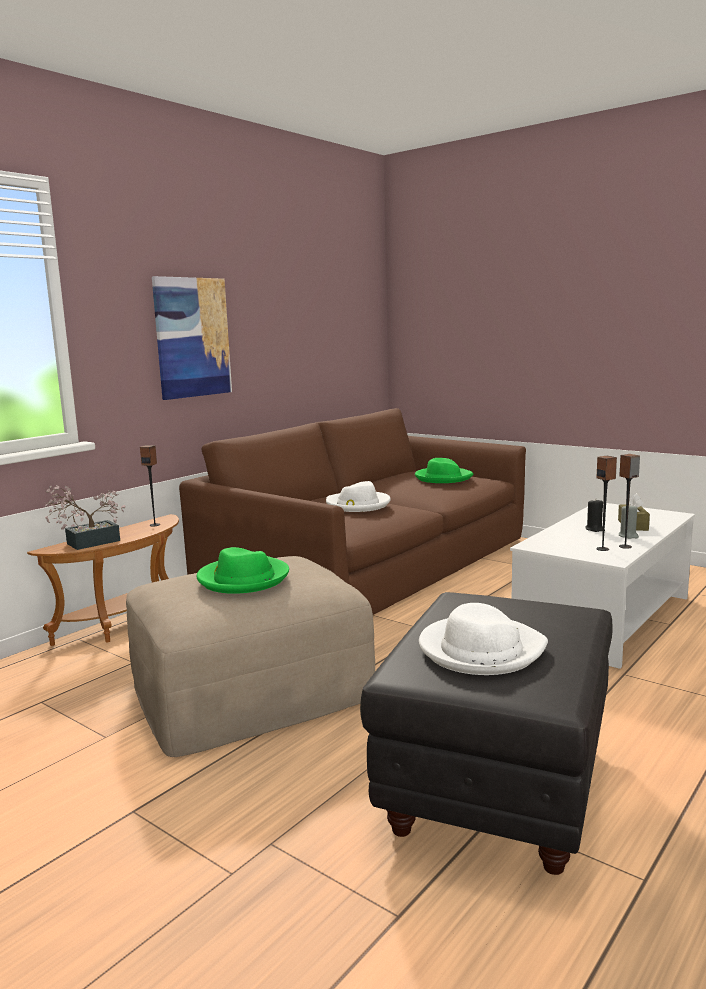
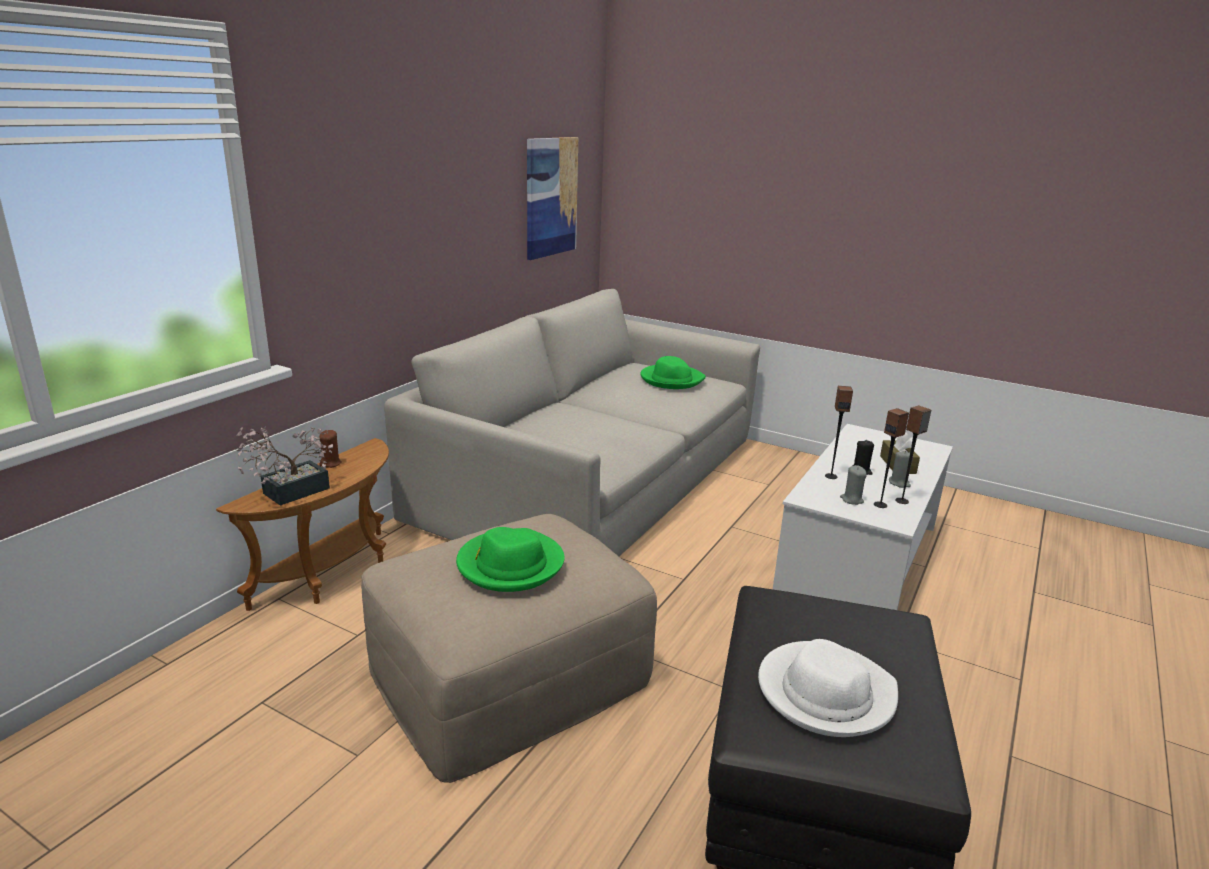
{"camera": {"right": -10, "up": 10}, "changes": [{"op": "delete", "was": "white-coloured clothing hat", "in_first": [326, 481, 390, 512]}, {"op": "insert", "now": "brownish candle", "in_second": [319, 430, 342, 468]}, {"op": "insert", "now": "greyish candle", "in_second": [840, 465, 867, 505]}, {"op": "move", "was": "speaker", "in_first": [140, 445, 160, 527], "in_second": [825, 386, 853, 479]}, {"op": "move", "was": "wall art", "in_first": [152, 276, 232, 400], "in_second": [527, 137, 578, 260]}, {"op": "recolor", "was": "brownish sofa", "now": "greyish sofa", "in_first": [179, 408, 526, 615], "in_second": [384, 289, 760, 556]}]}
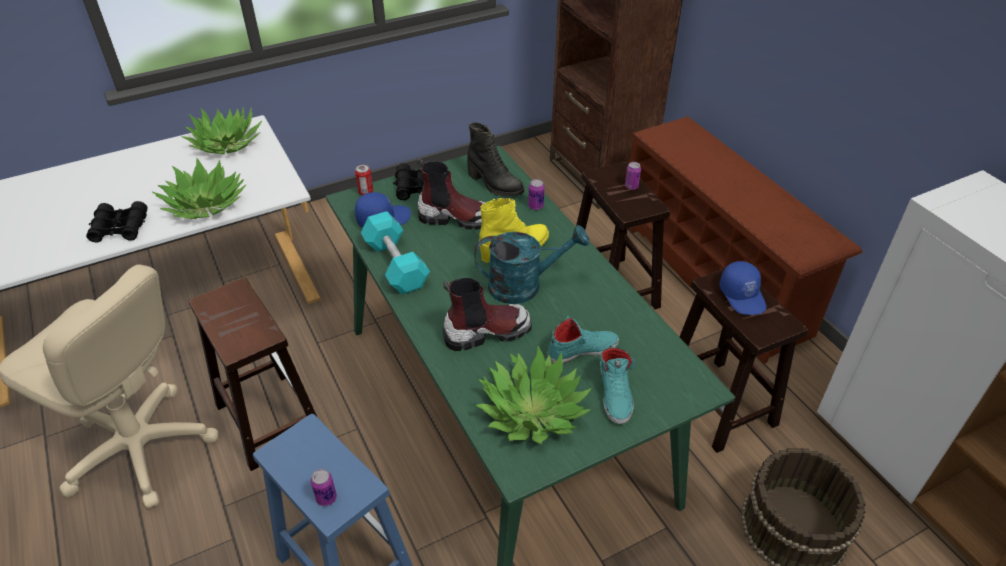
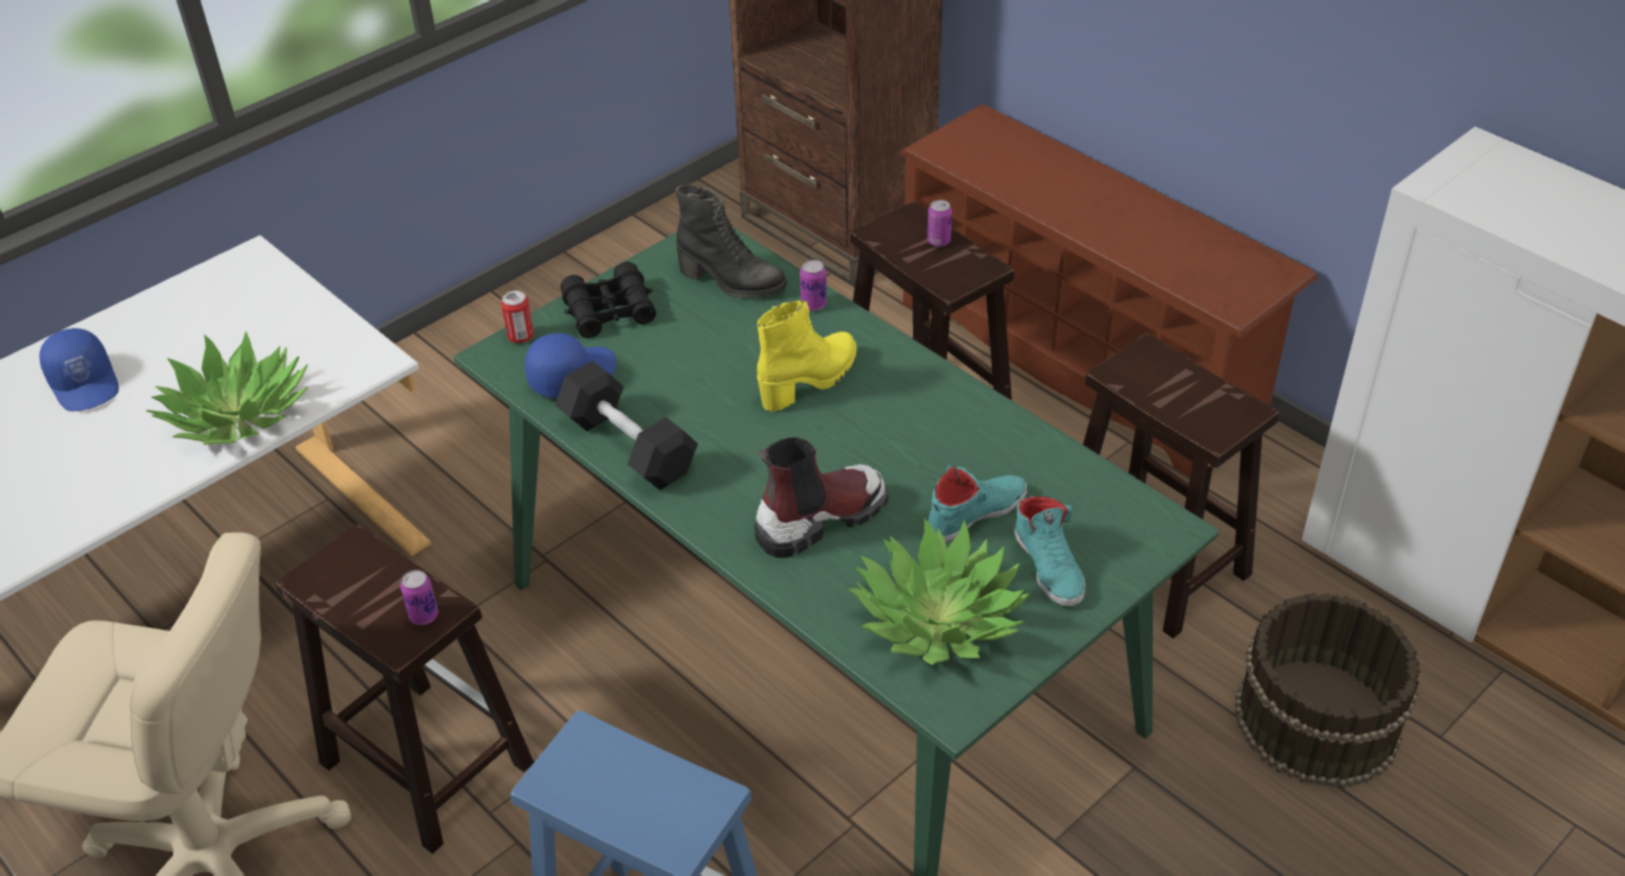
{"camera": {"right": -15, "up": 0}, "changes": [{"op": "delete", "was": "black binoculars", "in_first": [86, 201, 147, 243]}, {"op": "delete", "was": "potted plant", "in_first": [181, 107, 262, 154]}, {"op": "delete", "was": "high-top boot", "in_first": [416, 158, 486, 230]}, {"op": "delete", "was": "turquoise sprinkling can", "in_first": [474, 225, 589, 304]}, {"op": "move", "was": "sealed can", "in_first": [311, 469, 337, 506], "in_second": [400, 570, 438, 625]}, {"op": "move", "was": "bluish cap", "in_first": [720, 261, 767, 315], "in_second": [39, 328, 119, 412]}, {"op": "recolor", "was": "turquoise dumbbell", "now": "black dumbbell", "in_first": [361, 211, 430, 294], "in_second": [555, 361, 698, 490]}]}
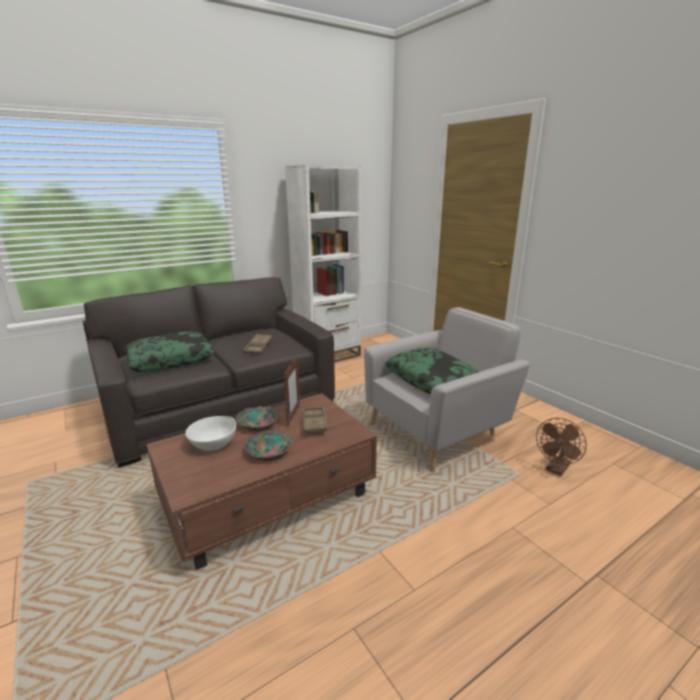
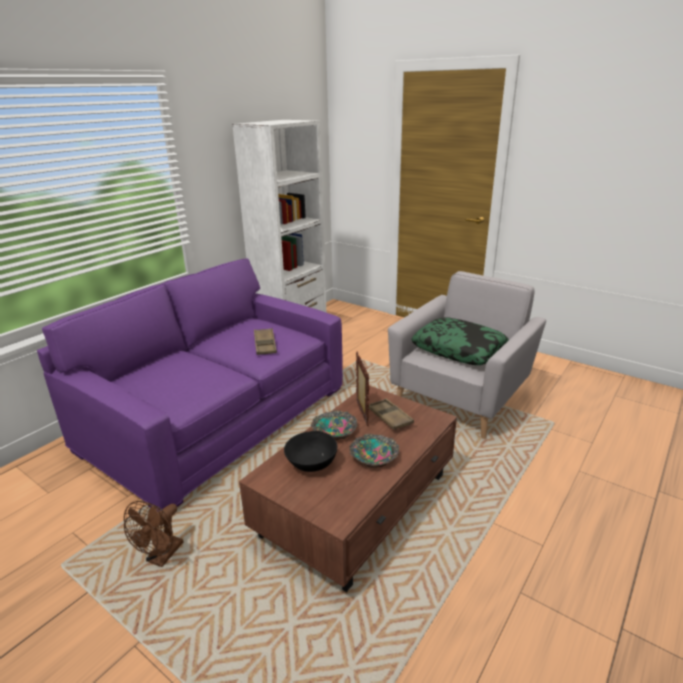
{"camera": {"right": -20, "up": 5}, "changes": [{"op": "delete", "was": "cushion", "in_first": [124, 331, 214, 372]}, {"op": "move", "was": "brownish electric fan", "in_first": [536, 418, 587, 476], "in_second": [124, 501, 183, 567]}, {"op": "recolor", "was": "greyish sofa", "now": "purplish sofa", "in_first": [83, 277, 335, 467], "in_second": [37, 258, 343, 512]}, {"op": "recolor", "was": "white-coloured deep dish", "now": "black deep dish", "in_first": [186, 416, 236, 450], "in_second": [284, 431, 337, 472]}]}
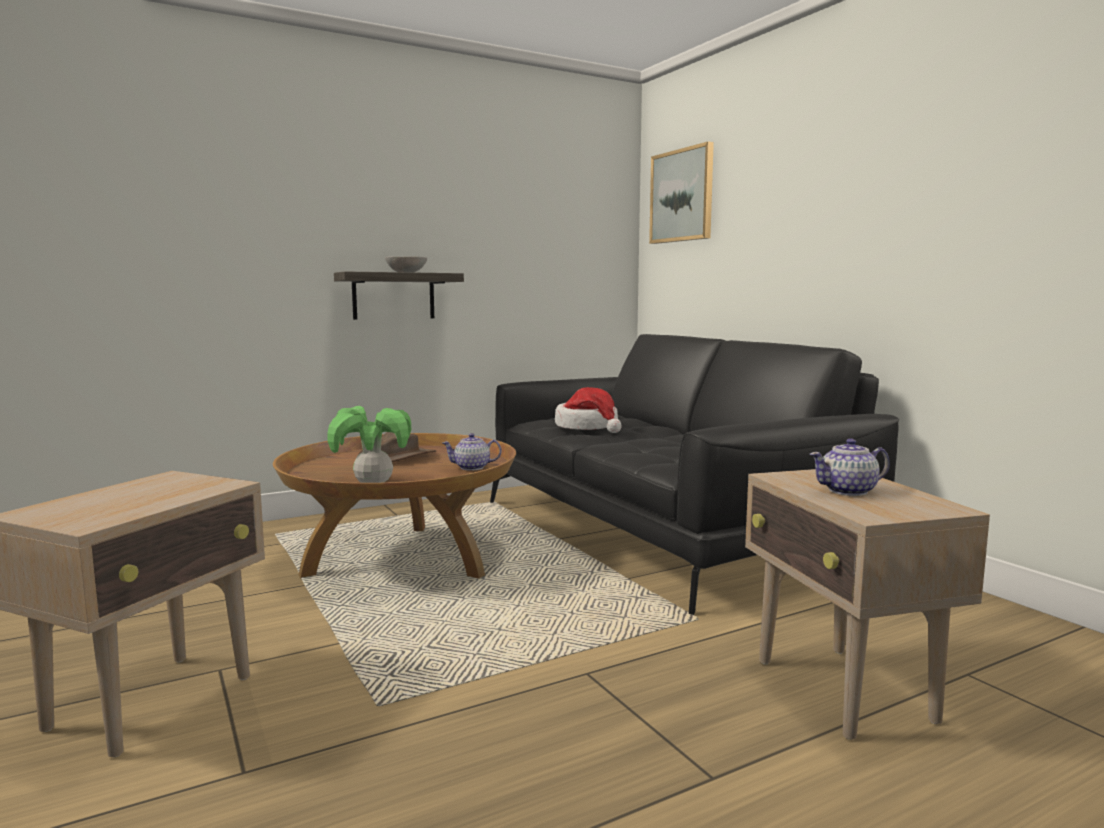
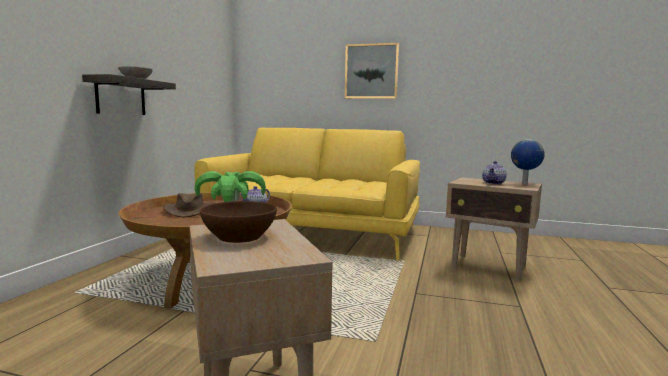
{"camera": {"right": -45, "up": 0}, "changes": [{"op": "delete", "was": "clothing hat", "in_first": [555, 387, 621, 433]}, {"op": "insert", "now": "brownish deep dish", "in_second": [200, 201, 277, 243]}, {"op": "insert", "now": "world globe", "in_second": [511, 139, 545, 184]}, {"op": "move", "was": "wall art", "in_first": [649, 141, 714, 244], "in_second": [345, 43, 399, 99]}, {"op": "recolor", "was": "black sofa", "now": "yellowish sofa", "in_first": [490, 334, 899, 615], "in_second": [194, 128, 420, 260]}]}
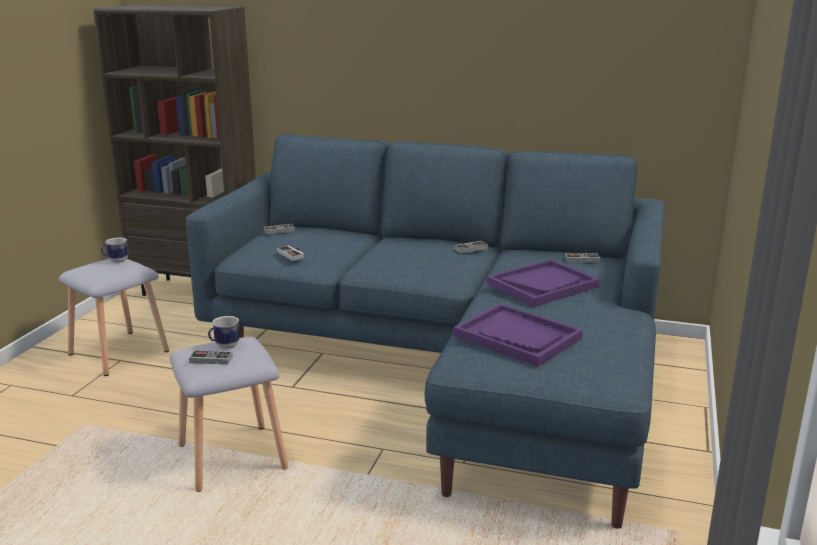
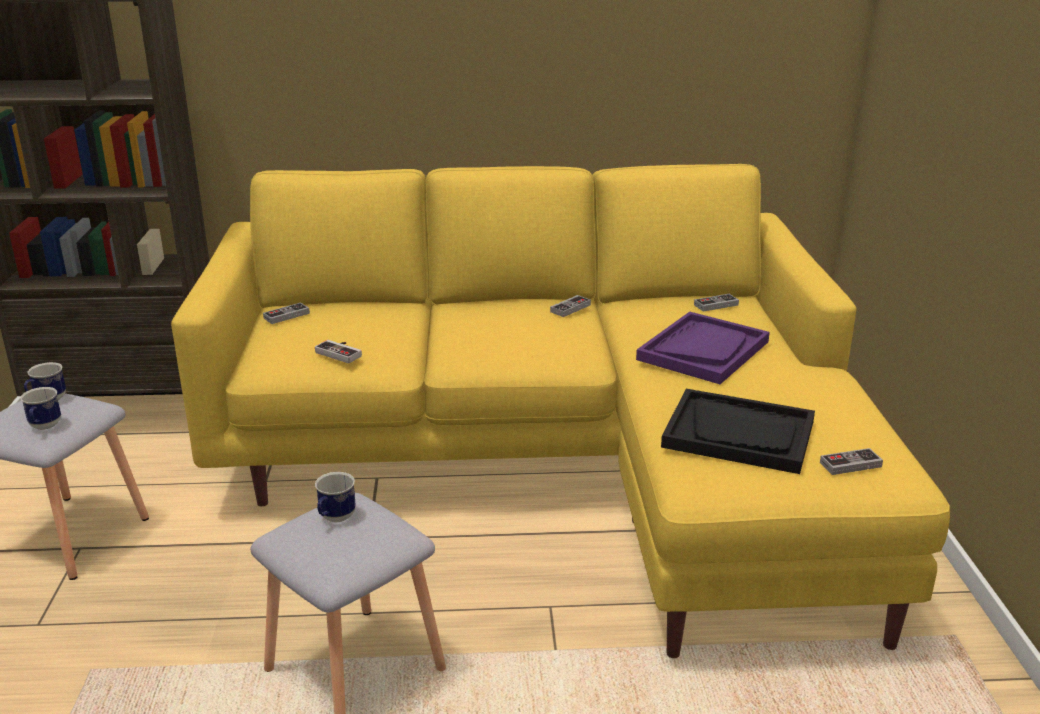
{"camera": {"right": -20, "up": 5}, "changes": [{"op": "insert", "now": "coffee mug", "in_second": [20, 387, 61, 430]}, {"op": "move", "was": "joypad", "in_first": [189, 350, 233, 365], "in_second": [820, 448, 883, 475]}, {"op": "recolor", "was": "bluish sofa", "now": "yellowish sofa", "in_first": [186, 134, 664, 529], "in_second": [171, 164, 950, 658]}, {"op": "recolor", "was": "purplish serving tray", "now": "black serving tray", "in_first": [453, 303, 583, 367], "in_second": [661, 389, 815, 474]}]}
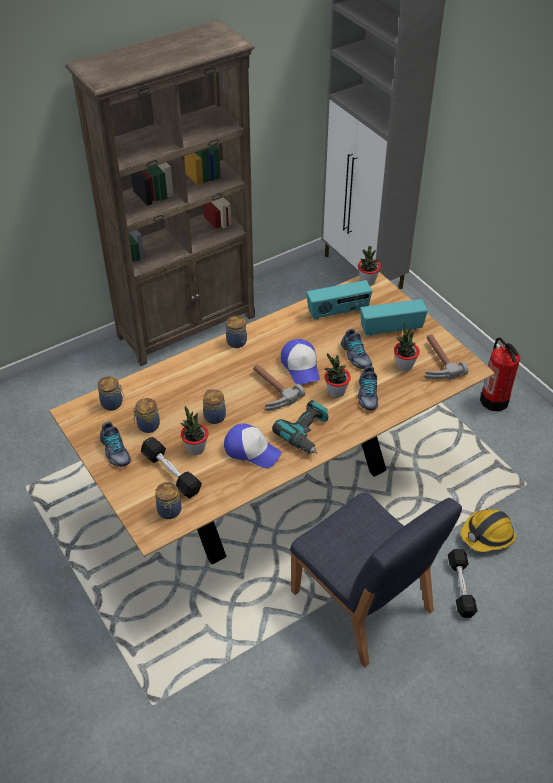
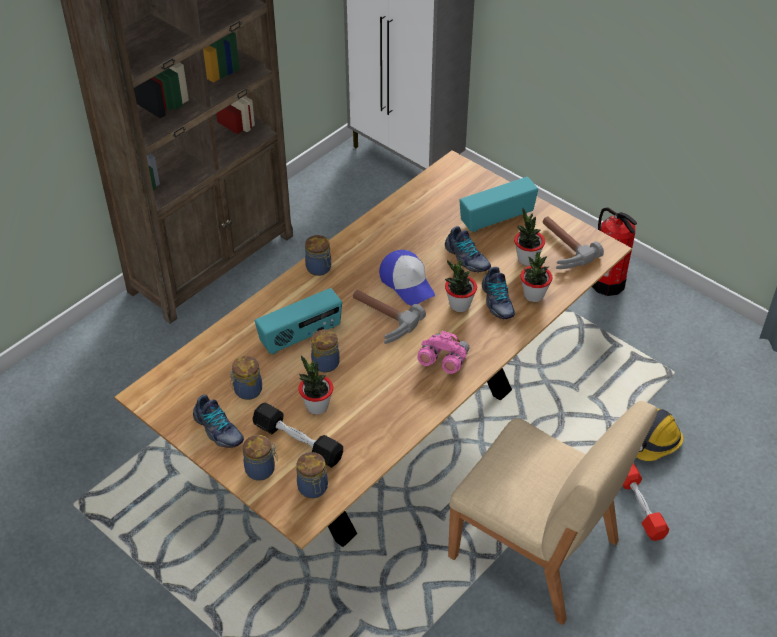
{"camera": {"right": -15, "up": 0}, "changes": [{"op": "delete", "was": "cap", "in_first": [224, 423, 282, 468]}, {"op": "move", "was": "storage jar", "in_first": [98, 376, 124, 410], "in_second": [243, 435, 278, 481]}, {"op": "move", "was": "radio", "in_first": [306, 280, 372, 320], "in_second": [255, 288, 342, 354]}, {"op": "move", "was": "potted plant", "in_first": [358, 246, 381, 286], "in_second": [521, 252, 552, 302]}, {"op": "replace", "was": "electric drill", "now": "pinkish binoculars", "in_first": [272, 400, 328, 454], "in_second": [417, 331, 470, 374]}, {"op": "recolor", "was": "bluish chair", "now": "beige-coloured chair", "in_first": [290, 492, 462, 667], "in_second": [448, 401, 658, 625]}, {"op": "recolor", "was": "black dumbbell", "now": "red dumbbell", "in_first": [448, 549, 478, 618], "in_second": [622, 463, 669, 541]}]}
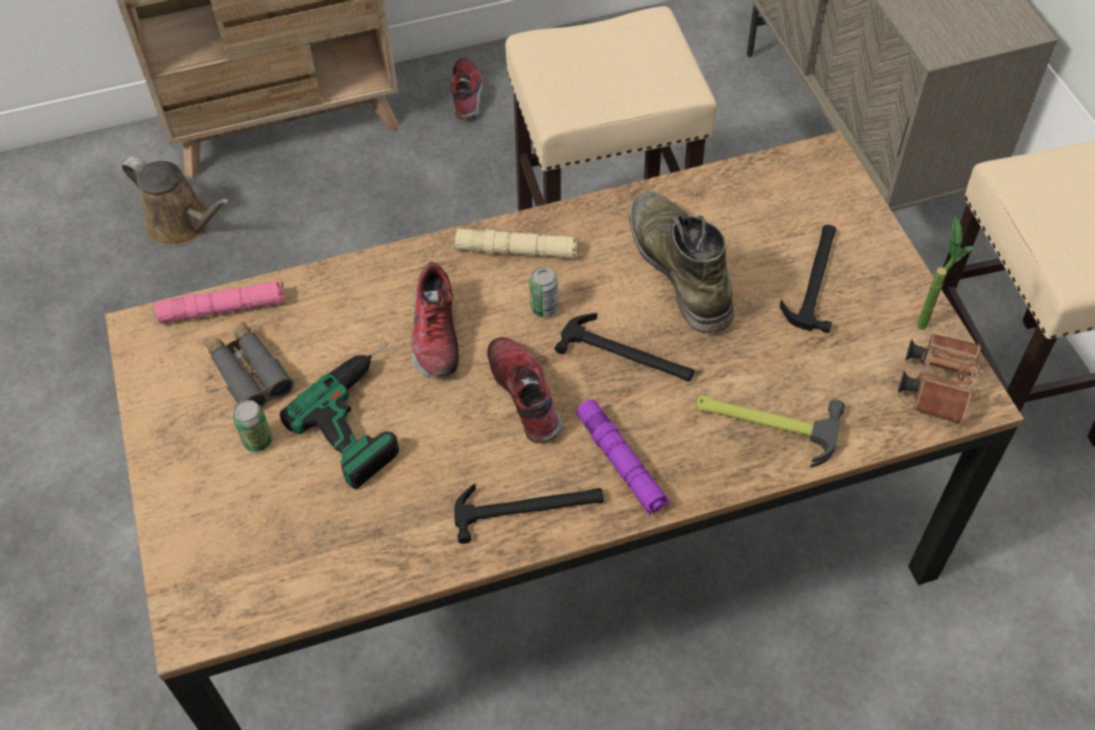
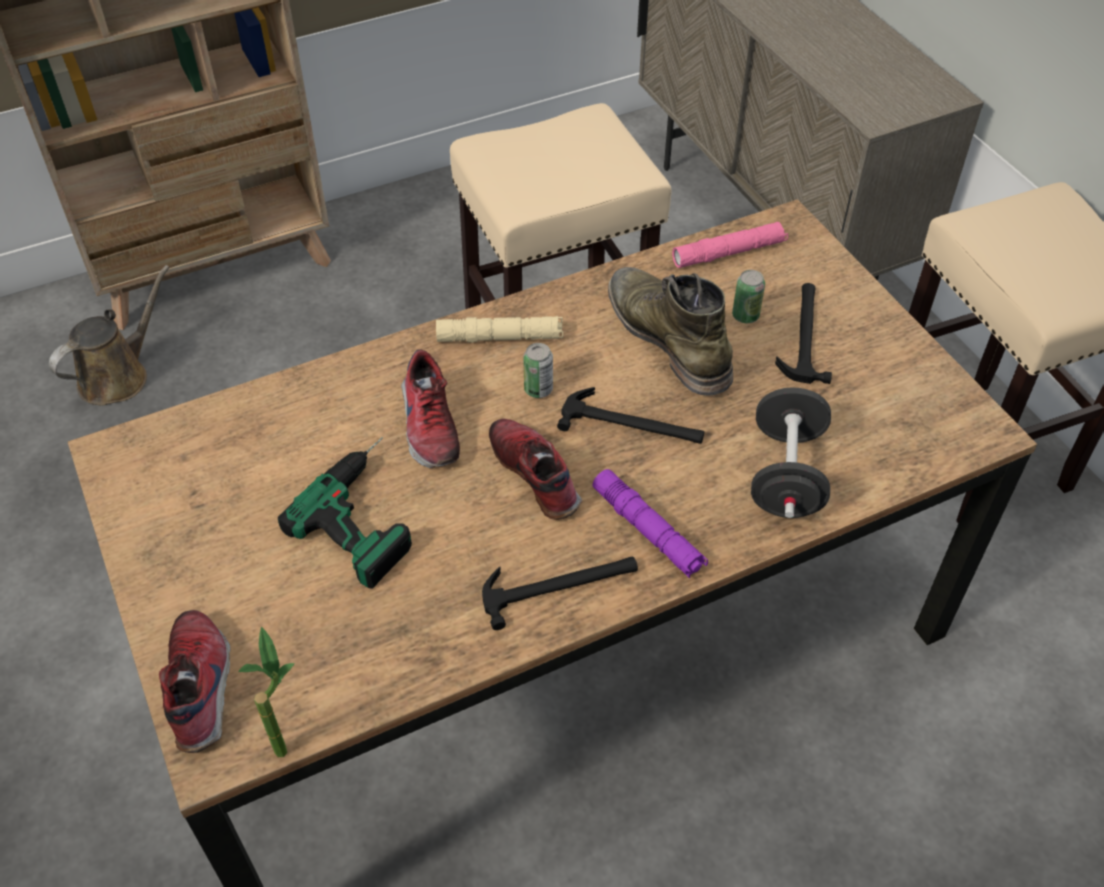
{"camera": {"right": -10, "up": -5}, "changes": [{"op": "delete", "was": "greyish binoculars", "in_first": [205, 322, 294, 407]}, {"op": "delete", "was": "brownish binoculars", "in_first": [898, 333, 983, 424]}, {"op": "move", "was": "pinkish flashlight", "in_first": [155, 281, 285, 324], "in_second": [672, 222, 788, 268]}, {"op": "move", "was": "sealed can", "in_first": [233, 400, 272, 452], "in_second": [732, 270, 765, 323]}, {"op": "move", "was": "item of footwear", "in_first": [451, 59, 483, 119], "in_second": [159, 610, 230, 753]}, {"op": "move", "was": "potted plant", "in_first": [917, 215, 974, 330], "in_second": [238, 627, 295, 757]}, {"op": "replace", "was": "hand hammer", "now": "black dumbbell", "in_first": [696, 395, 845, 468], "in_second": [751, 387, 831, 518]}, {"op": "rotate", "was": "brownish sprinkling can", "in_first": [121, 157, 231, 246], "in_second": [49, 265, 170, 405], "clockwise": -75}]}
